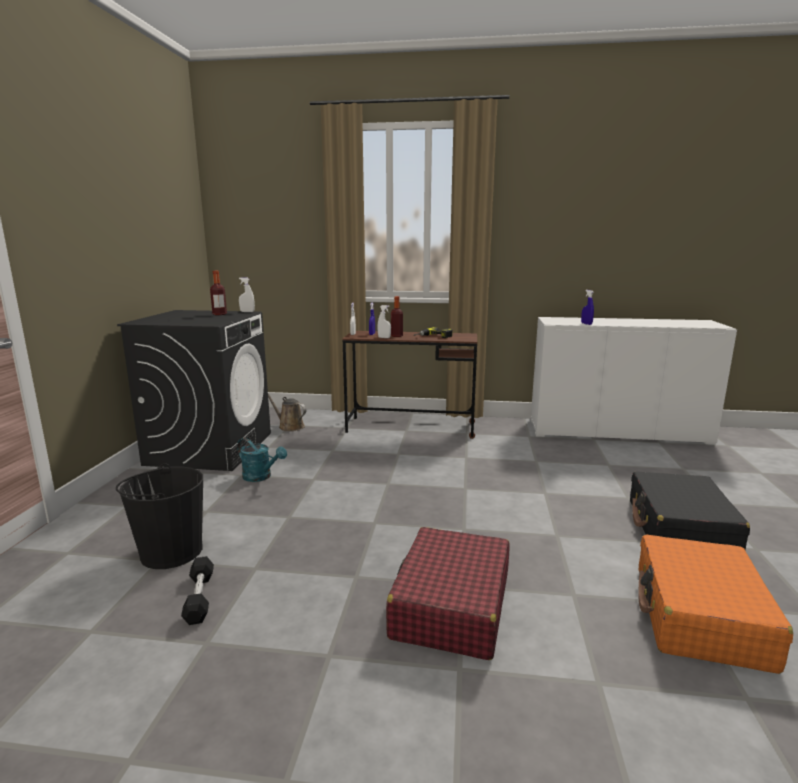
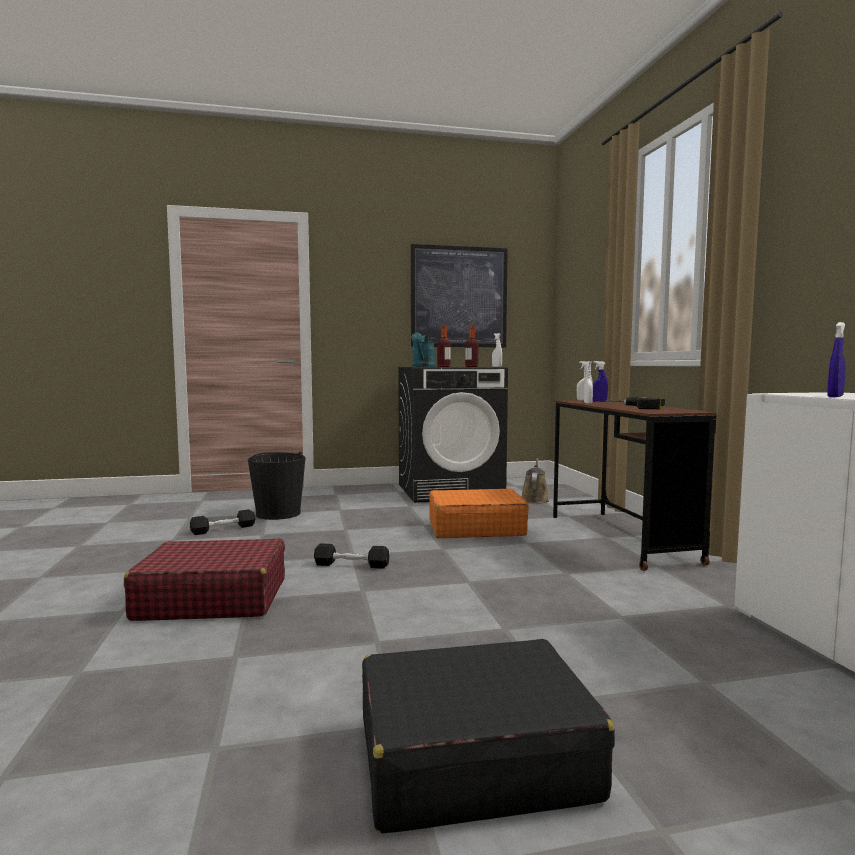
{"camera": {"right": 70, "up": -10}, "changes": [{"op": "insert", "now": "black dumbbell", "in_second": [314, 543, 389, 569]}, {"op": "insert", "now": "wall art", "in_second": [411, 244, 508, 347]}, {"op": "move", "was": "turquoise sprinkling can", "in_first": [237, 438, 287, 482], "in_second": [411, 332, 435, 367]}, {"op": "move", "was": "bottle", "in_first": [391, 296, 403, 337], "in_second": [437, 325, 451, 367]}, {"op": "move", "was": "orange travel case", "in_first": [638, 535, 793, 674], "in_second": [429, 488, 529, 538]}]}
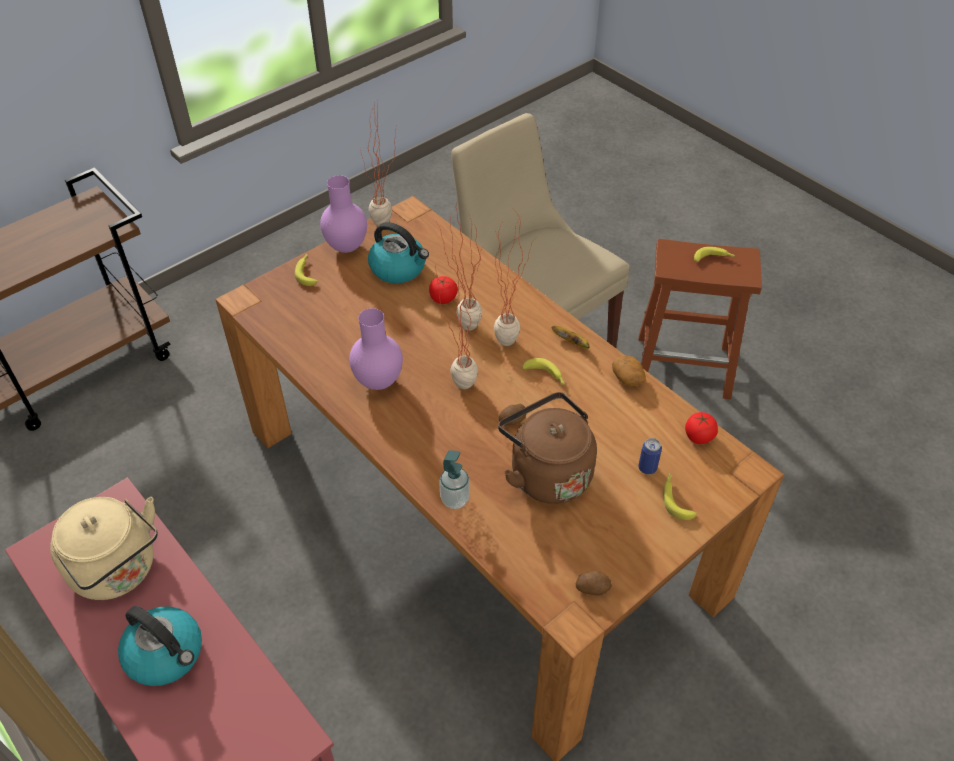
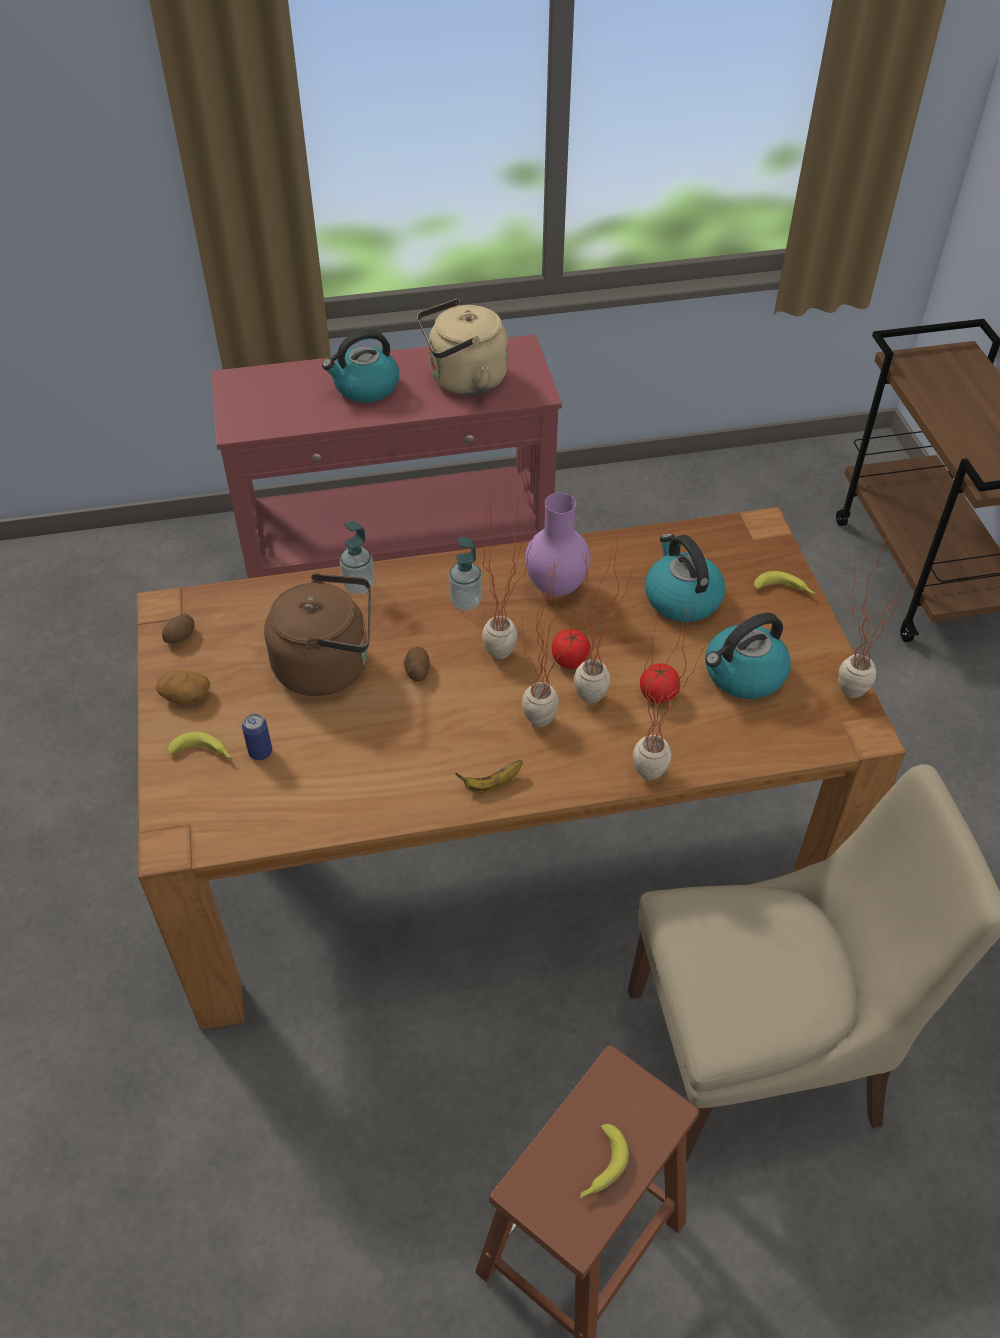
{"camera": {"right": 120, "up": 0}, "changes": [{"op": "delete", "was": "purplish decorative vase", "in_first": [320, 175, 367, 253]}, {"op": "delete", "was": "whole banana", "in_first": [522, 358, 565, 385]}, {"op": "insert", "now": "soap dispenser", "in_second": [449, 537, 482, 610]}, {"op": "insert", "now": "potted plant", "in_second": [633, 601, 709, 780]}, {"op": "insert", "now": "water kettle", "in_second": [645, 534, 726, 622]}, {"op": "move", "was": "potato", "in_first": [612, 356, 646, 386], "in_second": [156, 670, 211, 705]}, {"op": "move", "was": "tomato", "in_first": [685, 412, 718, 444], "in_second": [552, 629, 590, 669]}]}
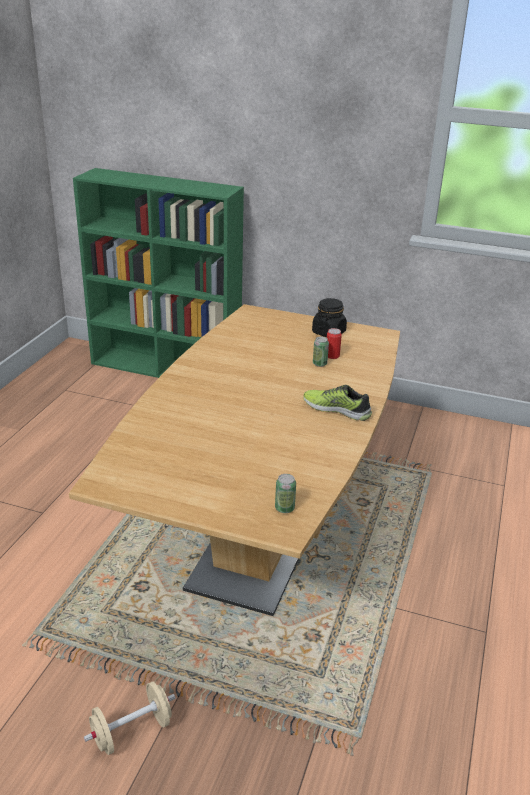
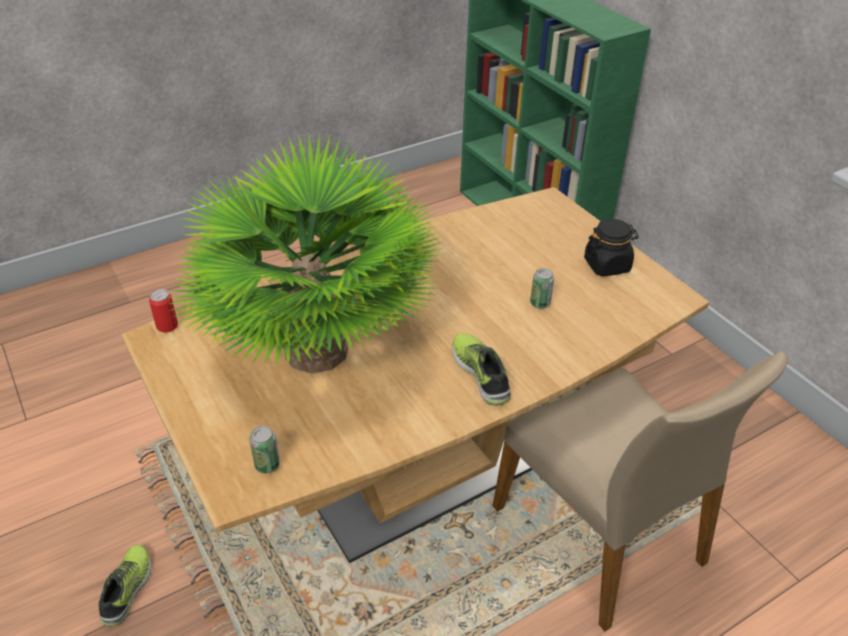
{"camera": {"right": 40, "up": 10}, "changes": [{"op": "insert", "now": "potted plant", "in_second": [169, 133, 443, 374]}, {"op": "insert", "now": "beige-coloured chair", "in_second": [493, 352, 788, 631]}, {"op": "move", "was": "sealed can", "in_first": [327, 328, 342, 359], "in_second": [149, 289, 178, 333]}, {"op": "replace", "was": "beige-coloured dumbbell", "now": "item of footwear", "in_first": [84, 681, 175, 755], "in_second": [99, 544, 151, 626]}]}
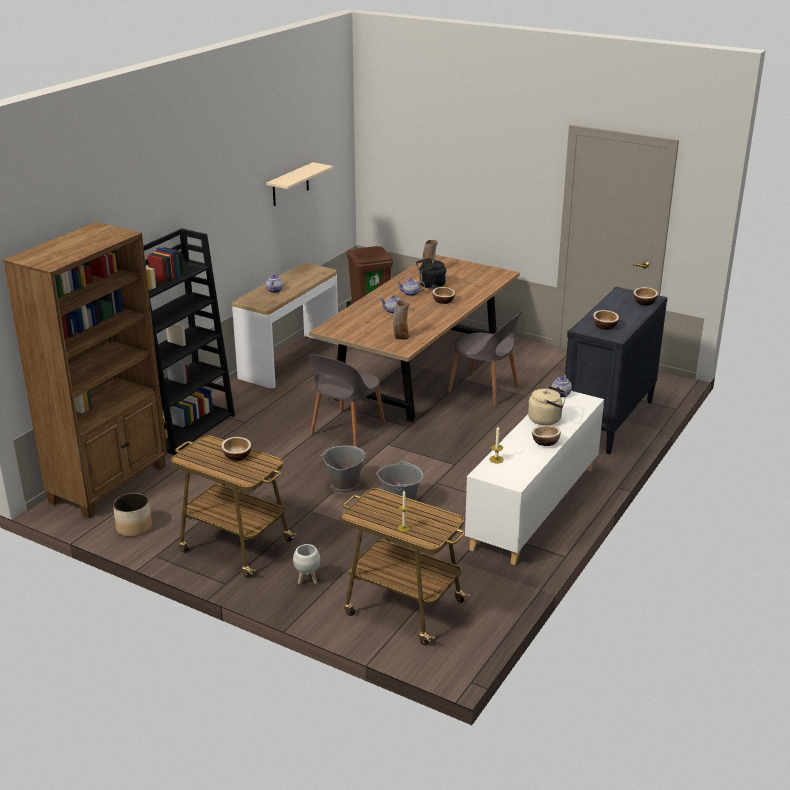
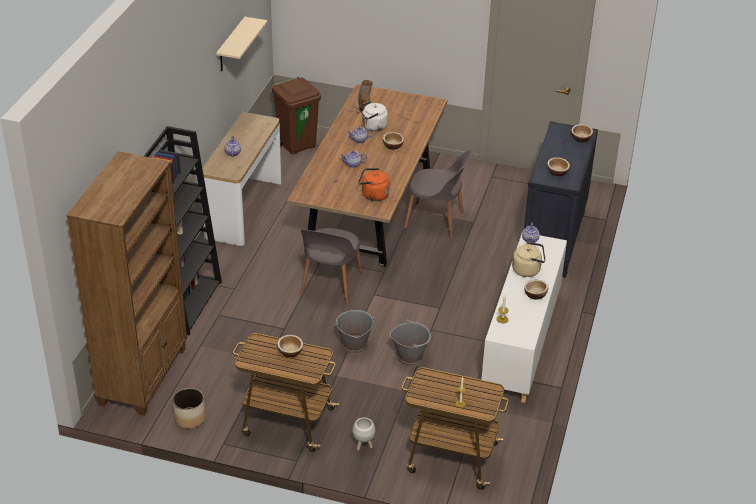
{"camera": {"right": -15, "up": 10}, "changes": [{"op": "replace", "was": "decorative vase", "now": "orange water kettle", "in_first": [393, 300, 410, 340], "in_second": [358, 168, 390, 201]}, {"op": "recolor", "was": "black water kettle", "now": "white-coloured water kettle", "in_first": [416, 258, 446, 289], "in_second": [358, 101, 388, 131]}]}
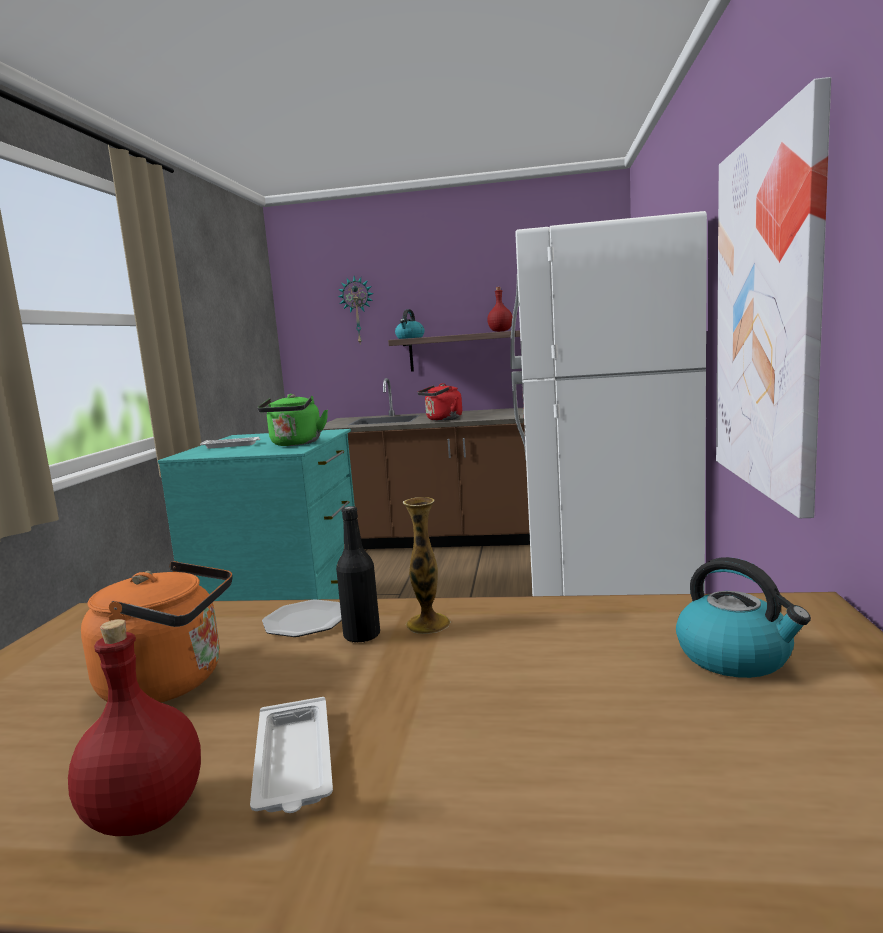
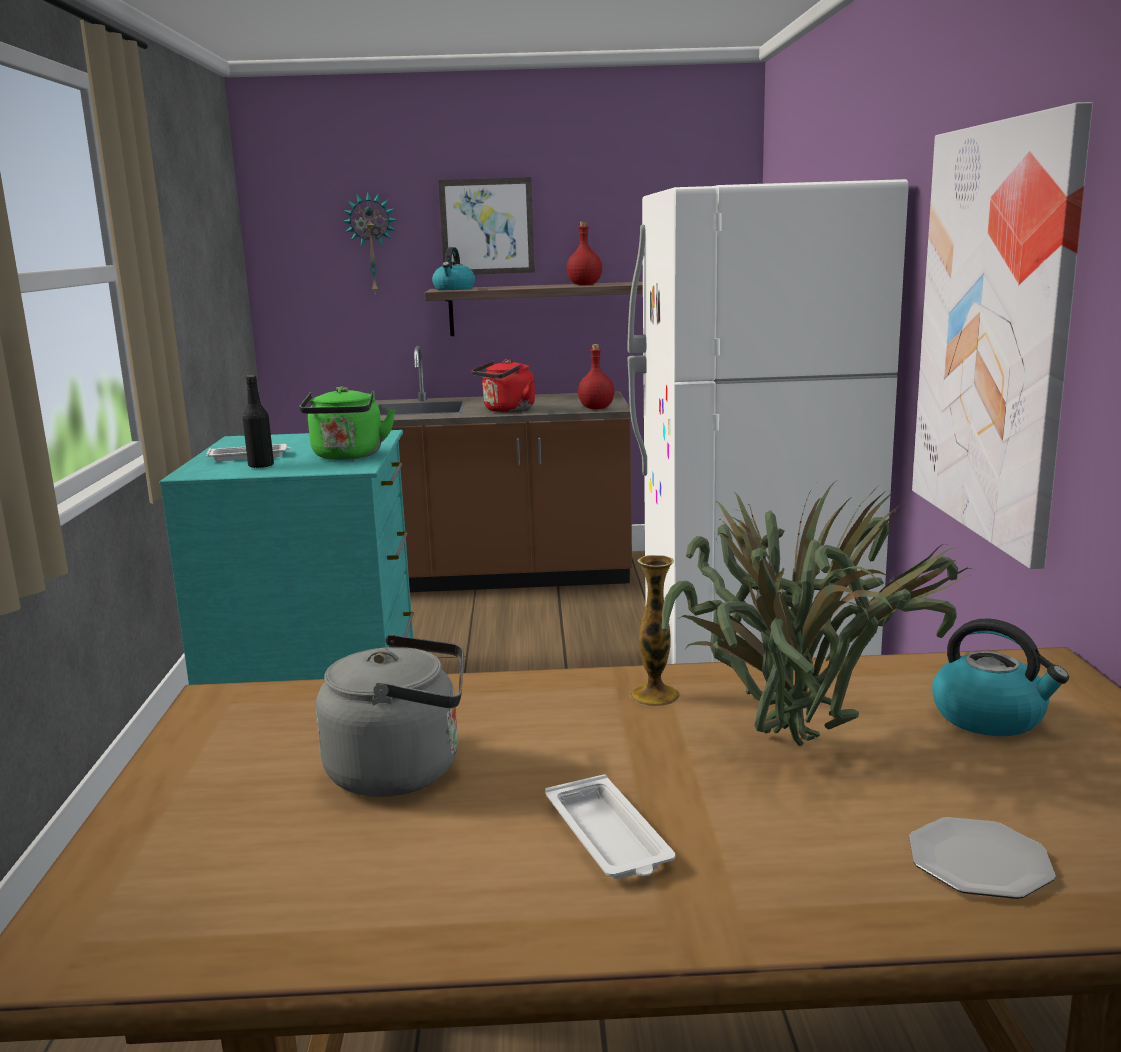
{"camera": {"right": -10, "up": 5}, "changes": [{"op": "insert", "now": "wall art", "in_second": [438, 177, 535, 274]}, {"op": "insert", "now": "potted plant", "in_second": [662, 480, 972, 746]}, {"op": "move", "was": "red bottle", "in_first": [68, 619, 201, 836], "in_second": [578, 344, 615, 409]}, {"op": "move", "was": "flat dish", "in_first": [262, 599, 342, 637], "in_second": [909, 817, 1056, 899]}, {"op": "move", "was": "black bottle", "in_first": [336, 506, 380, 642], "in_second": [243, 375, 274, 468]}, {"op": "recolor", "was": "orange water kettle", "now": "greyish water kettle", "in_first": [81, 561, 232, 703], "in_second": [316, 635, 464, 797]}]}
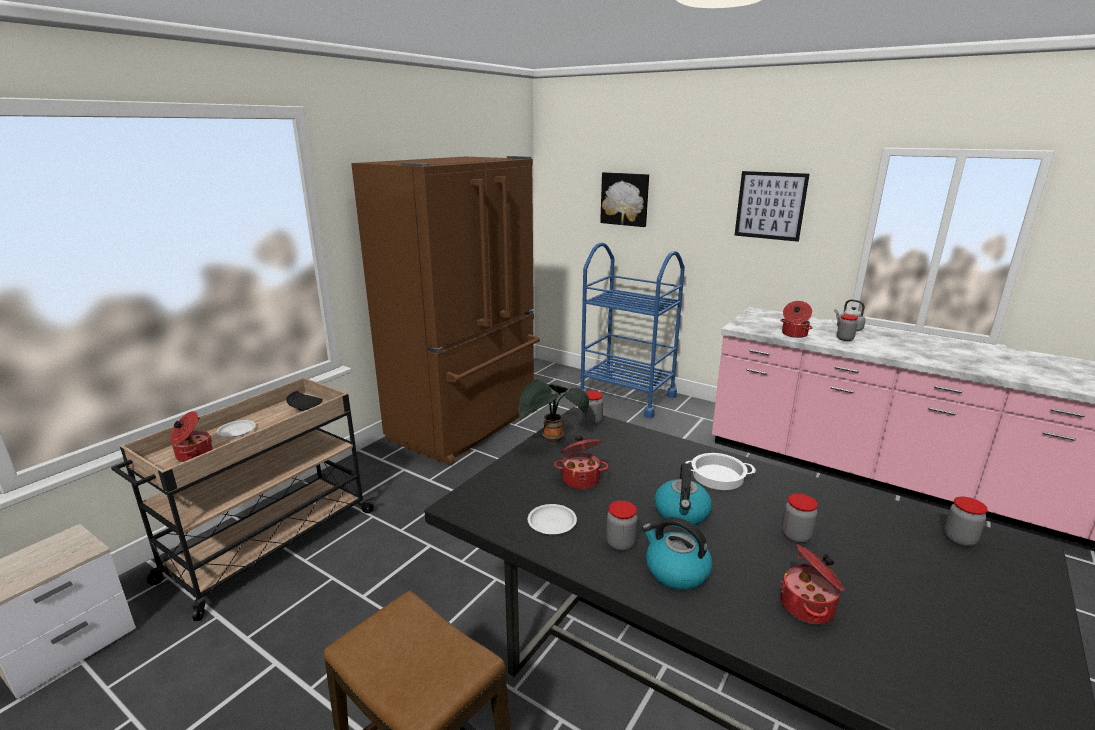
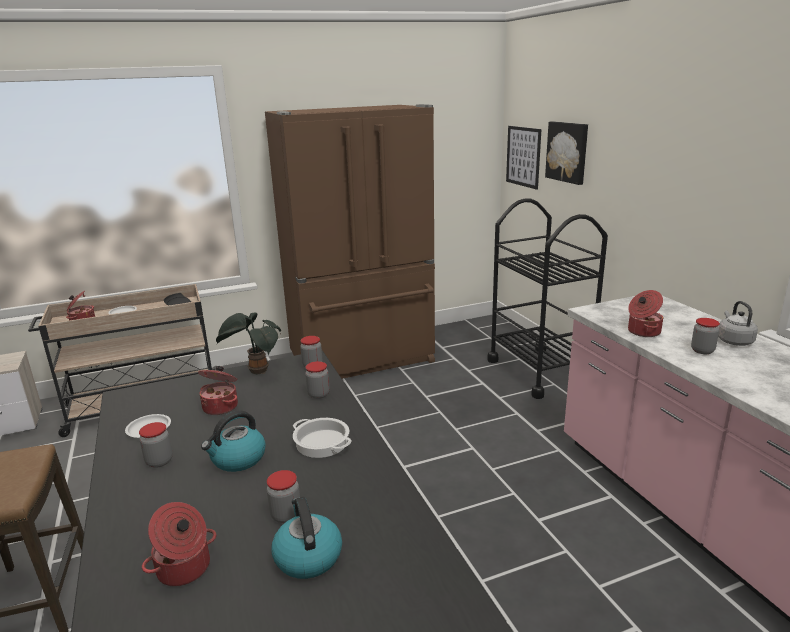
{"camera": {"right": 35, "up": 0}, "changes": [{"op": "move", "was": "water kettle", "in_first": [642, 517, 712, 590], "in_second": [272, 497, 342, 579]}, {"op": "move", "was": "wall art", "in_first": [735, 171, 810, 242], "in_second": [506, 126, 542, 190]}, {"op": "move", "was": "storage jar", "in_first": [944, 497, 988, 546], "in_second": [305, 361, 330, 399]}, {"op": "recolor", "was": "bluish trolley", "now": "black trolley", "in_first": [580, 243, 685, 418], "in_second": [487, 198, 608, 399]}]}
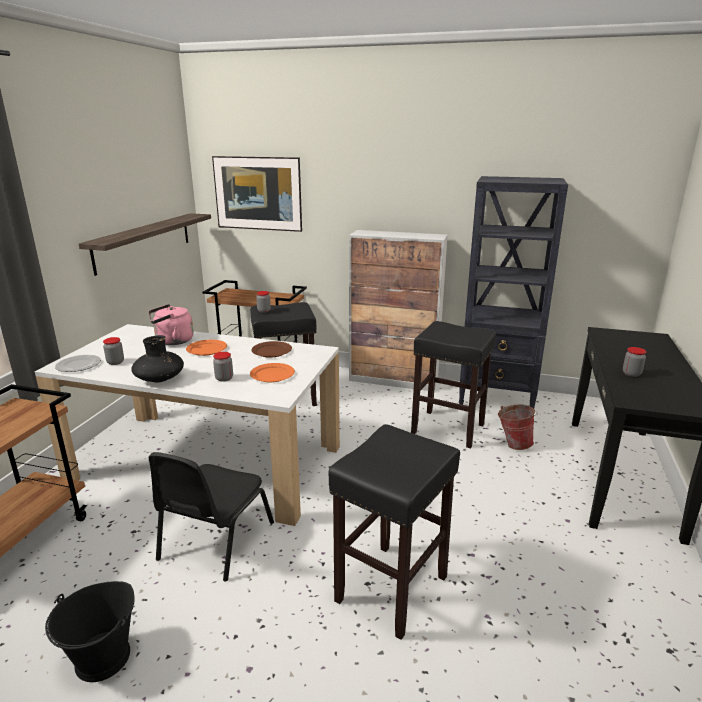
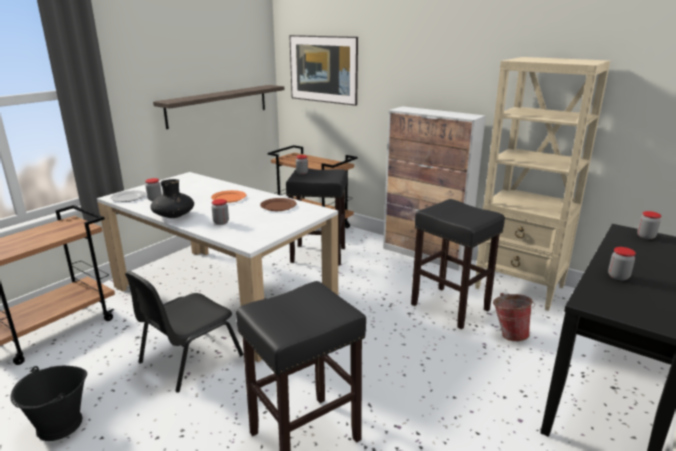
{"camera": {"right": 20, "up": 0}, "changes": [{"op": "delete", "was": "pinkish water kettle", "in_first": [148, 304, 194, 345]}, {"op": "delete", "was": "orange flat dish", "in_first": [250, 363, 295, 382]}, {"op": "insert", "now": "storage jar", "in_second": [637, 211, 661, 239]}, {"op": "recolor", "was": "black bookshelf", "now": "beige-coloured bookshelf", "in_first": [459, 176, 568, 408], "in_second": [475, 57, 610, 311]}]}
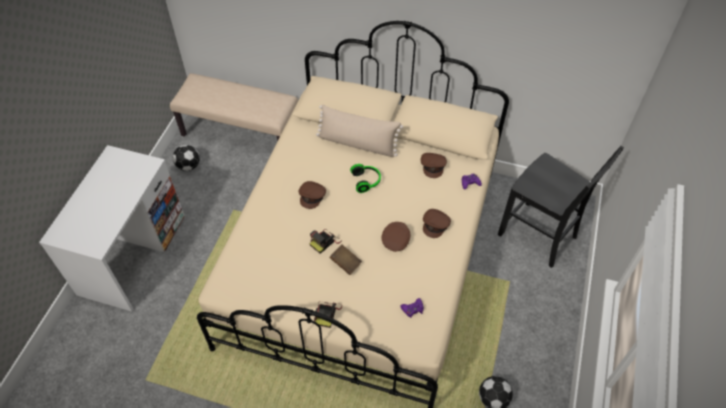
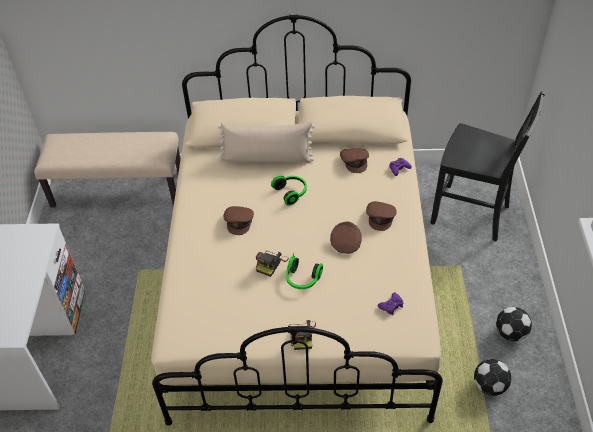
{"camera": {"right": -15, "up": -5}, "changes": [{"op": "move", "was": "football", "in_first": [173, 145, 200, 171], "in_second": [496, 307, 532, 341]}, {"op": "replace", "was": "brownish book", "now": "headset", "in_first": [329, 244, 362, 275], "in_second": [286, 253, 323, 289]}]}
